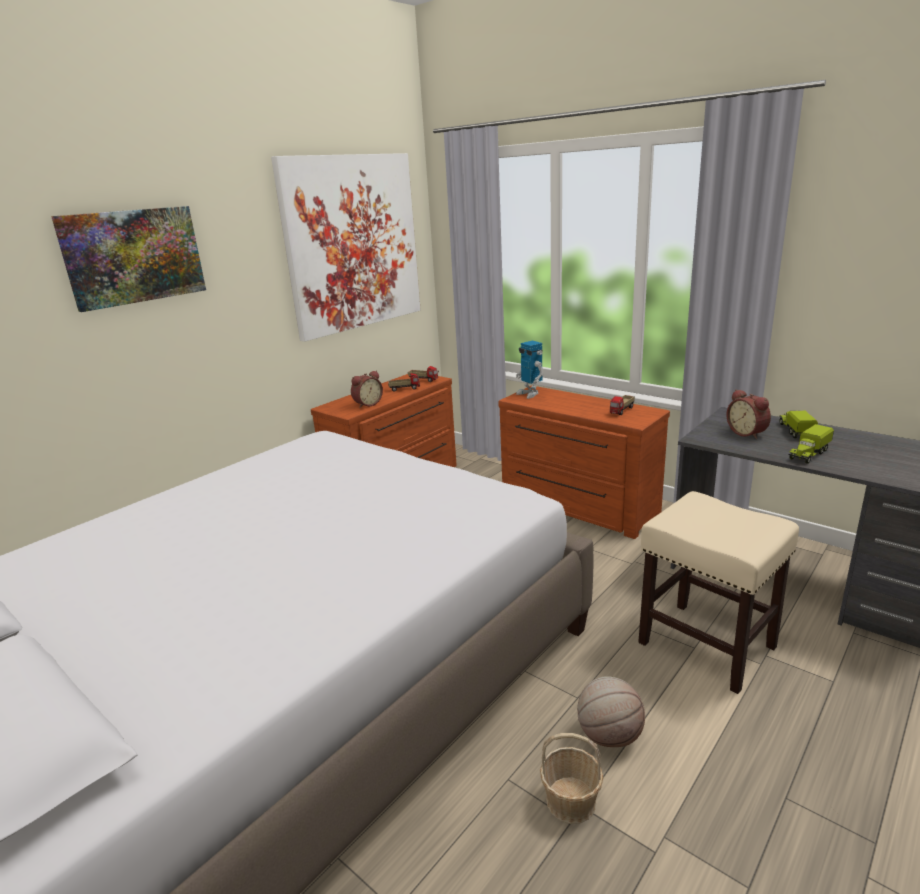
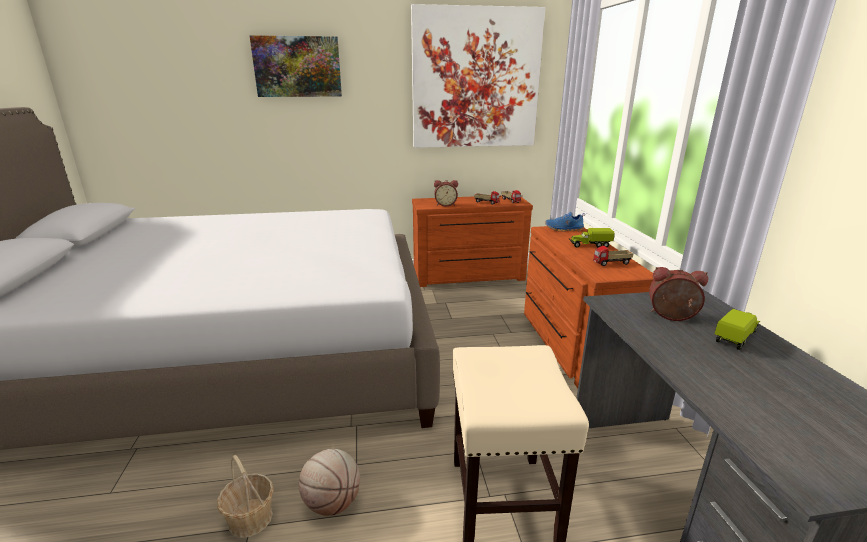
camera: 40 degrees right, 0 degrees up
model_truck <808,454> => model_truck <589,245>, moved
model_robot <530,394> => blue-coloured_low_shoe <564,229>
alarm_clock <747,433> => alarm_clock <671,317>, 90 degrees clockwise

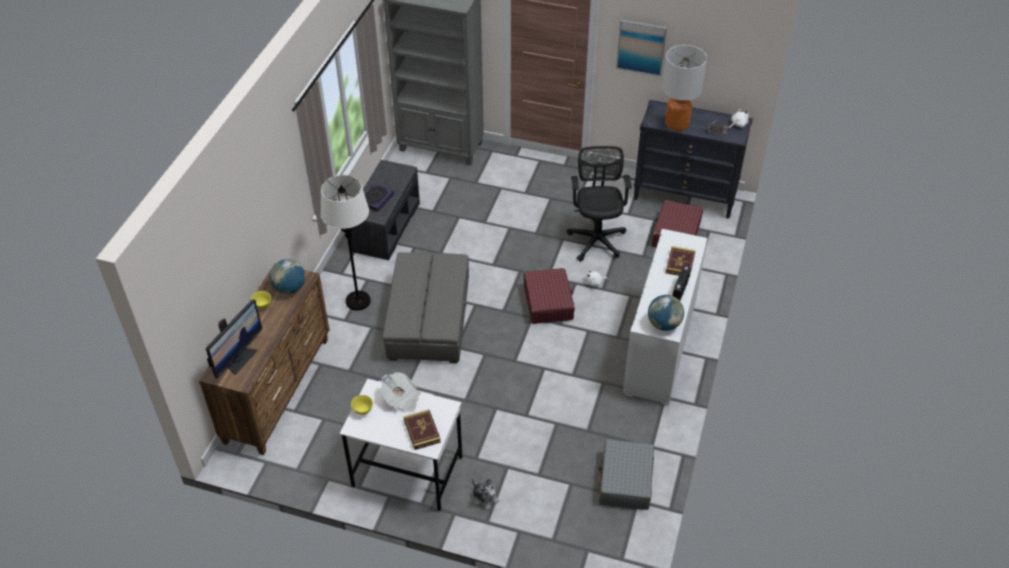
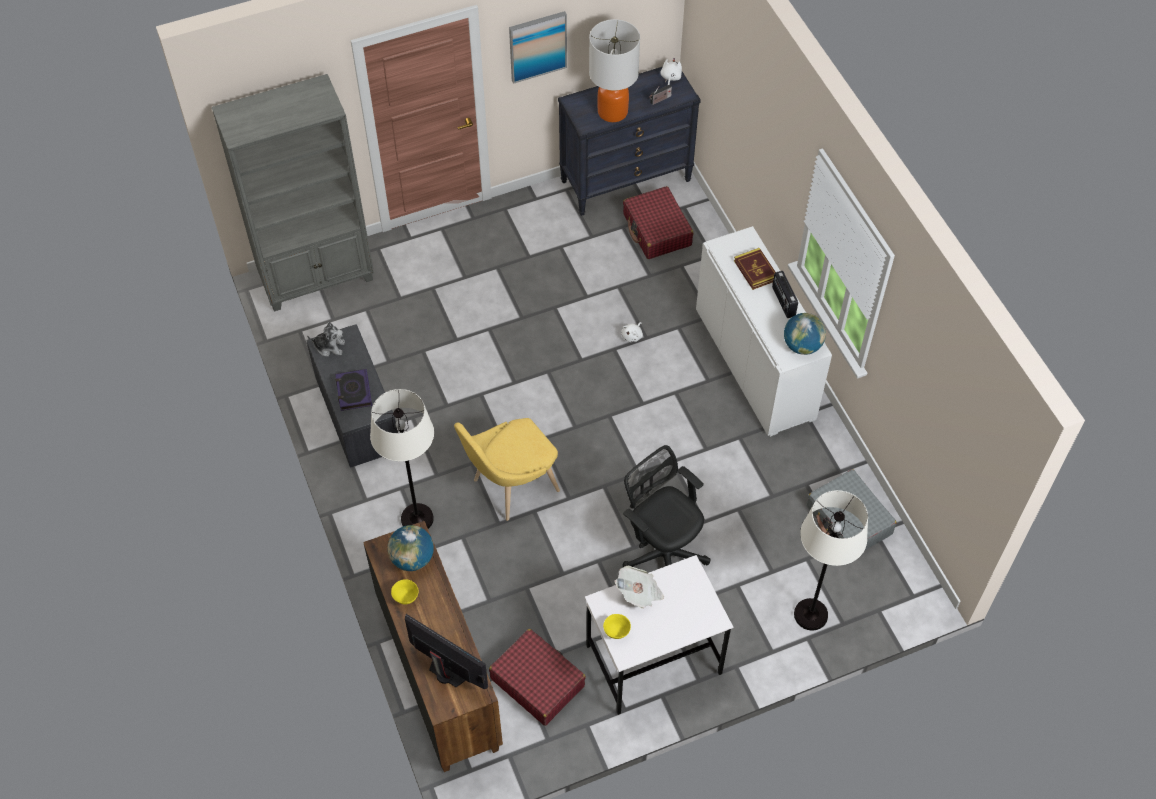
camera: 40 degrees left, 10 degrees up
book <422,431> => nothing
nothing => white-coloured_standing_lamp <810,615>
soft_toy <485,498> => soft_toy <329,346>, moved
red-coloured_suitcase <548,302> => red-coloured_suitcase <537,682>, moved
blackish_computer_chair <597,238> => blackish_computer_chair <662,552>, moved
gray_footrest <428,319> => yellow_upright_chair <510,487>
computer_display <239,359> => computer_display <447,672>, 45 degrees counterclockwise

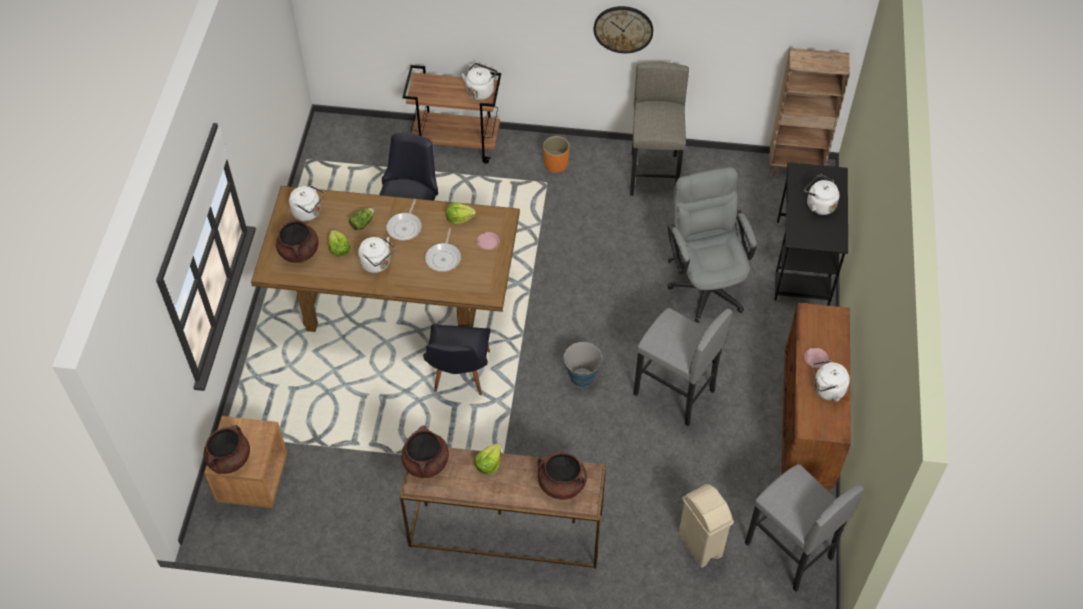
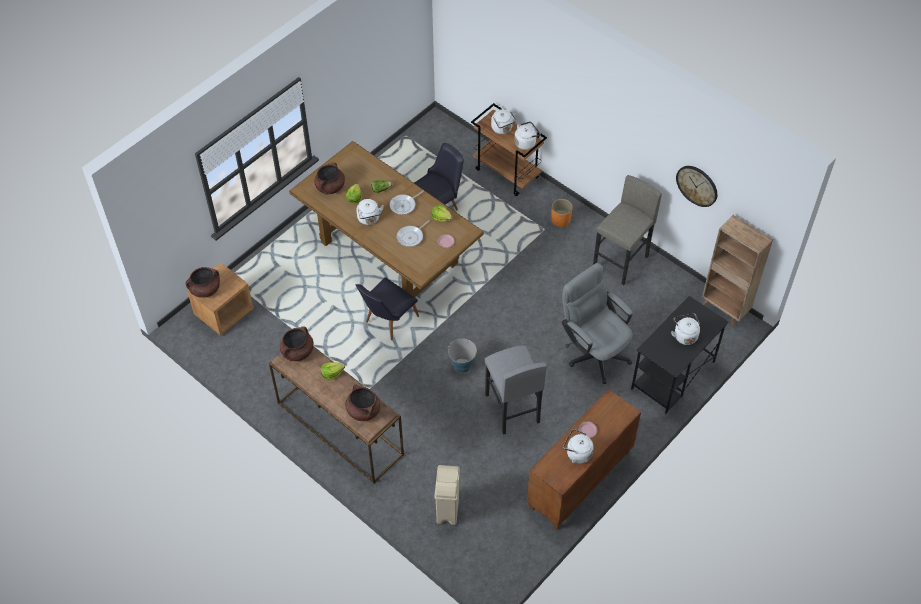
camera: 35 degrees right, 0 degrees up
gray_stool <788,551> => nothing
white-coloured_tea_kettle <308,212> => white-coloured_tea_kettle <503,129>, moved
hanging_clock <623,29> => hanging_clock <697,185>, moved
gray_computer_chair <705,282> => gray_computer_chair <594,351>, 60 degrees counterclockwise

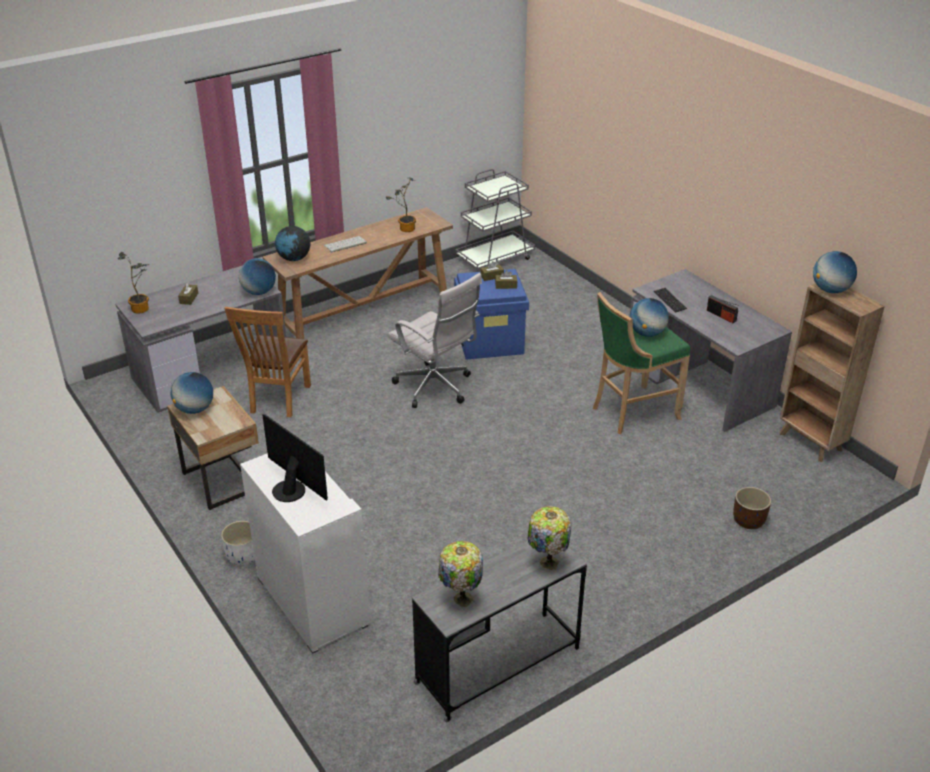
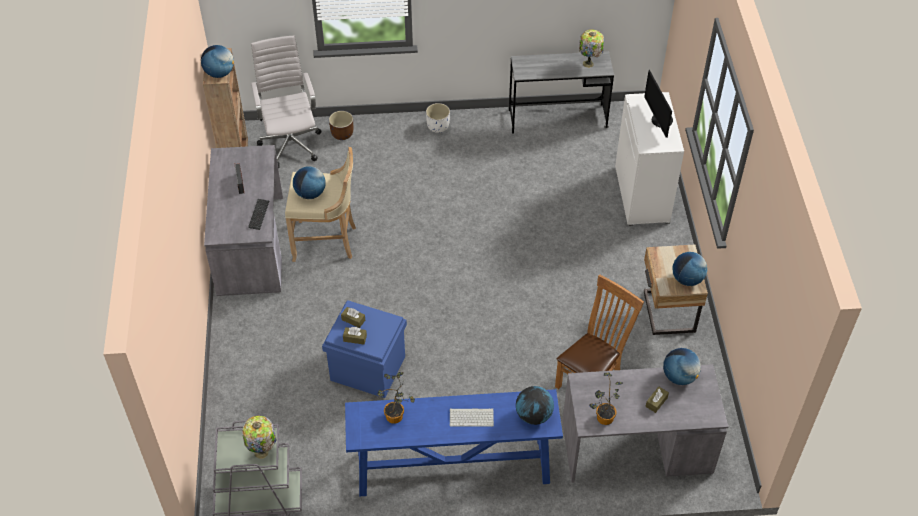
camera: 150 degrees left, 15 degrees up
houseplant <142,308> => houseplant <602,419>, moved
white-coloured_planter <243,556> => white-coloured_planter <438,126>, moved
desk_globe <259,292> => desk_globe <679,376>, moved
white-coloured_computer_chair <436,388> => white-coloured_computer_chair <290,143>, moved
tabletop_lamp <547,563> => tabletop_lamp <262,452>, moved
brownish_narrow_table <365,313> => blue-coloured_narrow_table <452,468>
green-coloured_stool <631,412> => sand-coloured_stool <327,242>

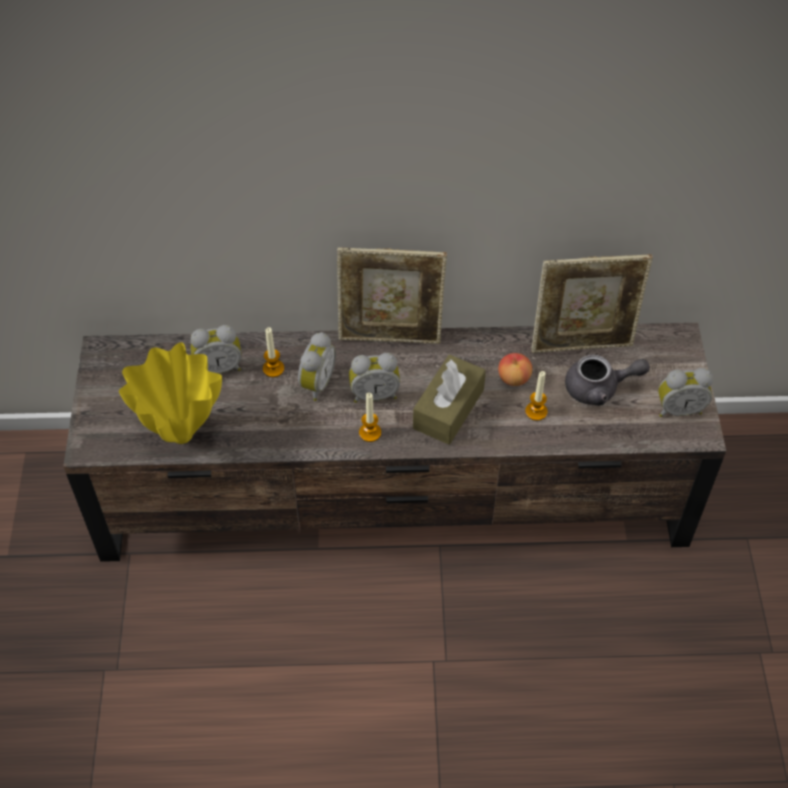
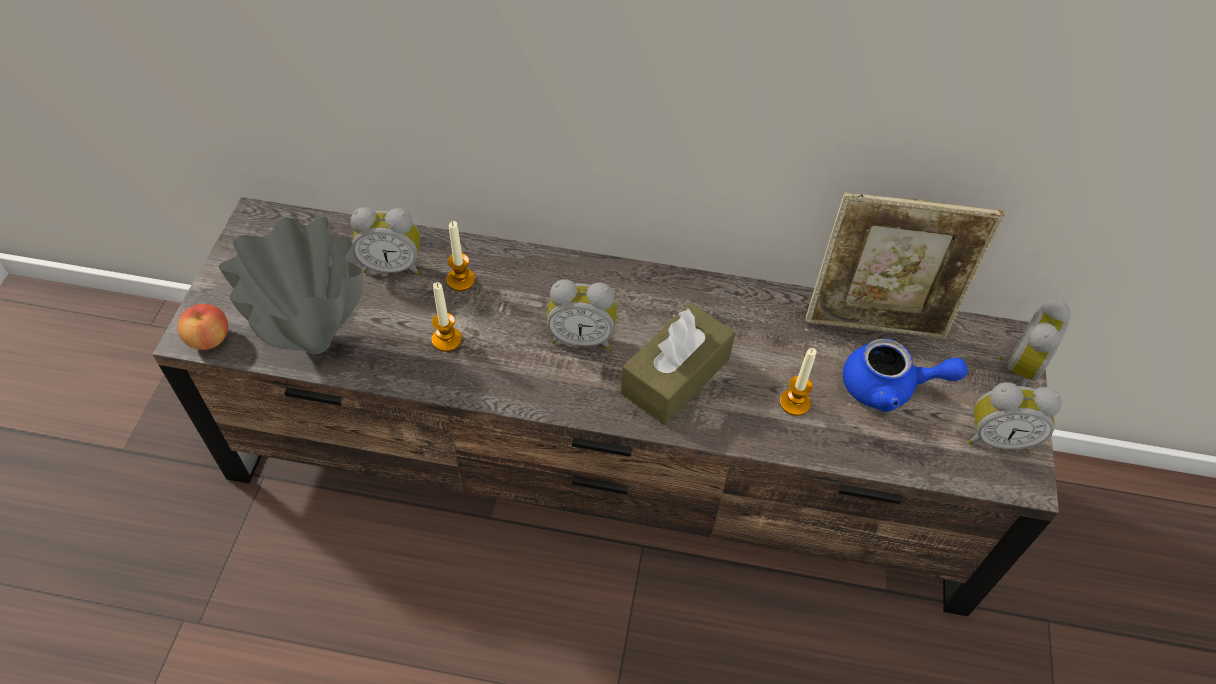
camera: 10 degrees right, 0 degrees up
standing_frame <390,337> => nothing
alarm_clock <315,383> => alarm_clock <1017,367>, moved
candle <370,432> => candle <446,339>, moved
apple <514,378> => apple <209,339>, moved
yellow_vase <182,433> => gray_vase <317,340>
gray_pot_for_tea <599,388> => blue-coloured_pot_for_tea <889,388>

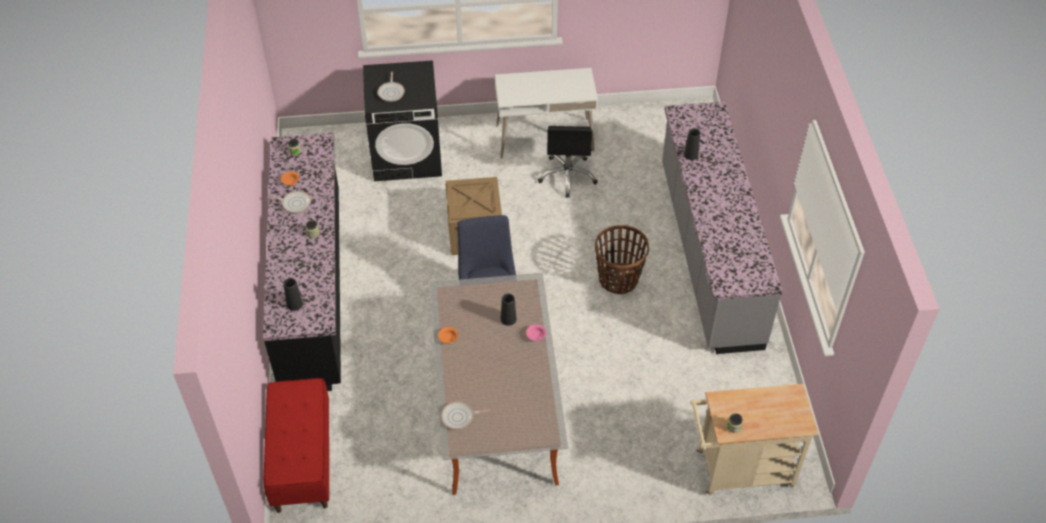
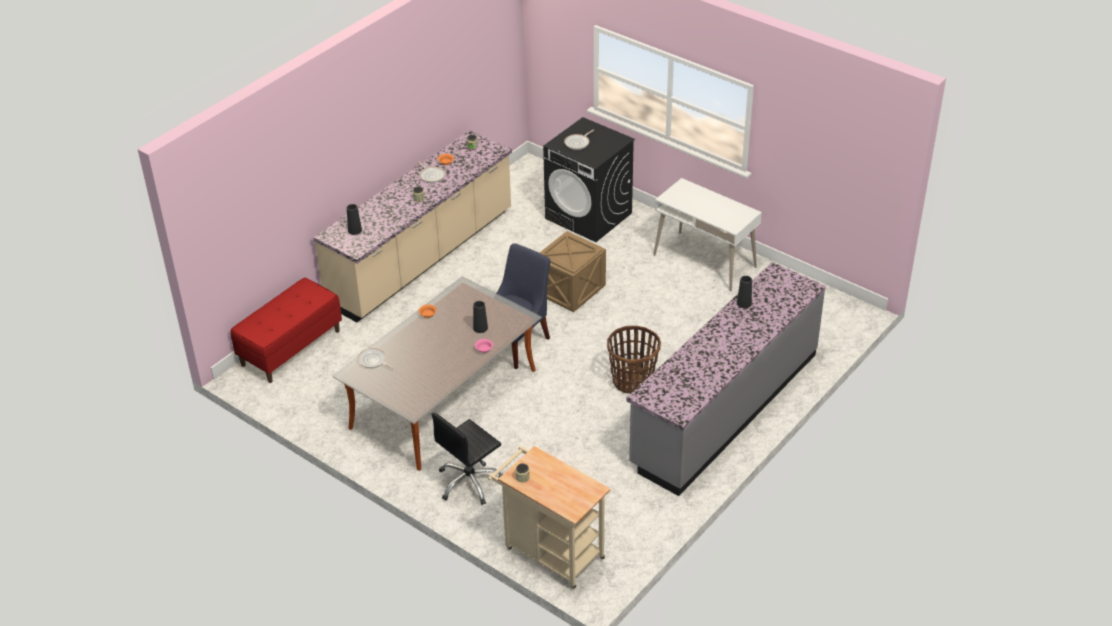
camera: 45 degrees right, 10 degrees down
blackish_computer_chair <568,176> => blackish_computer_chair <470,482>, moved
blackish_counter <313,288> => sand-coloured_counter <422,258>

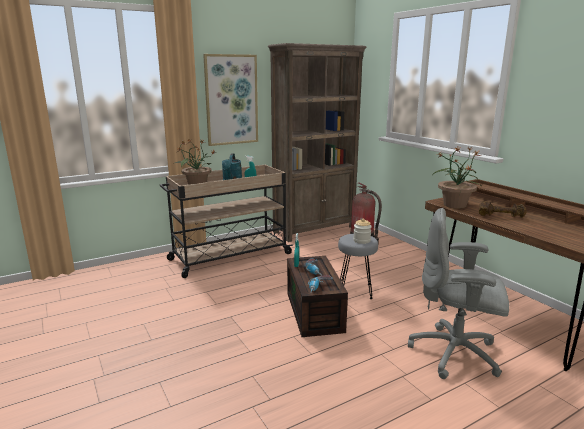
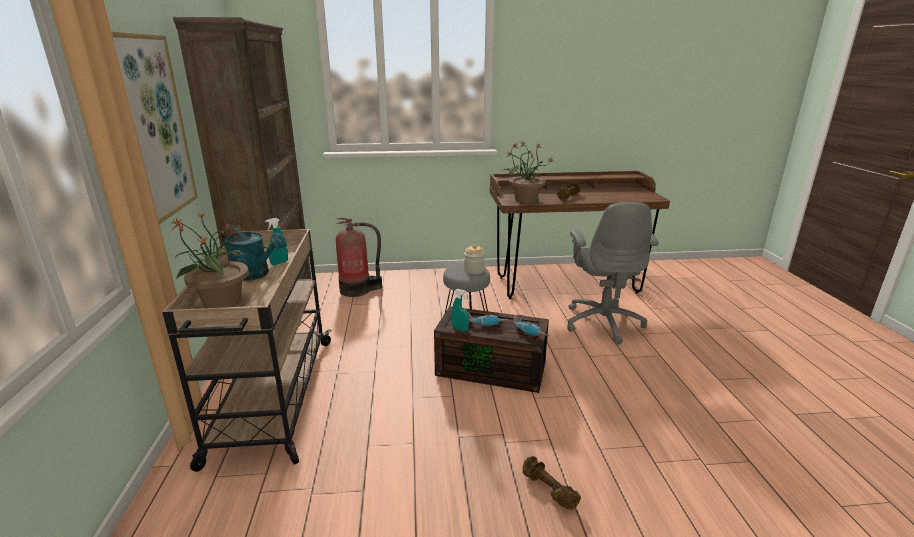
camera: 65 degrees left, 5 degrees up
nothing => brownish_hand_weight <547,490>
gray_computer_chair <456,354> => gray_computer_chair <603,322>, 45 degrees counterclockwise

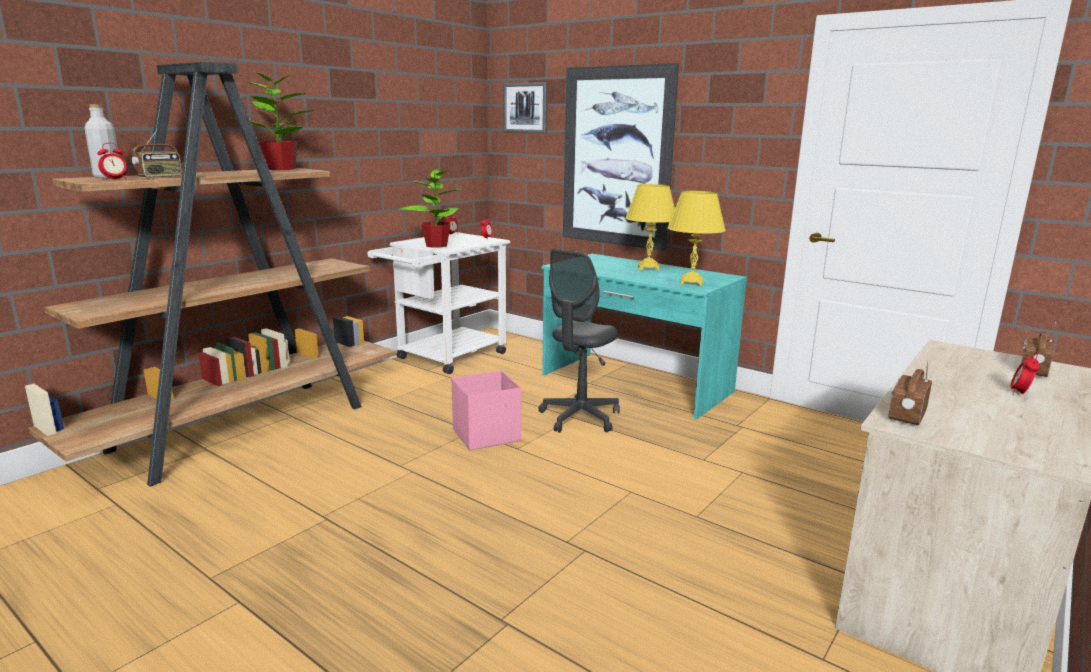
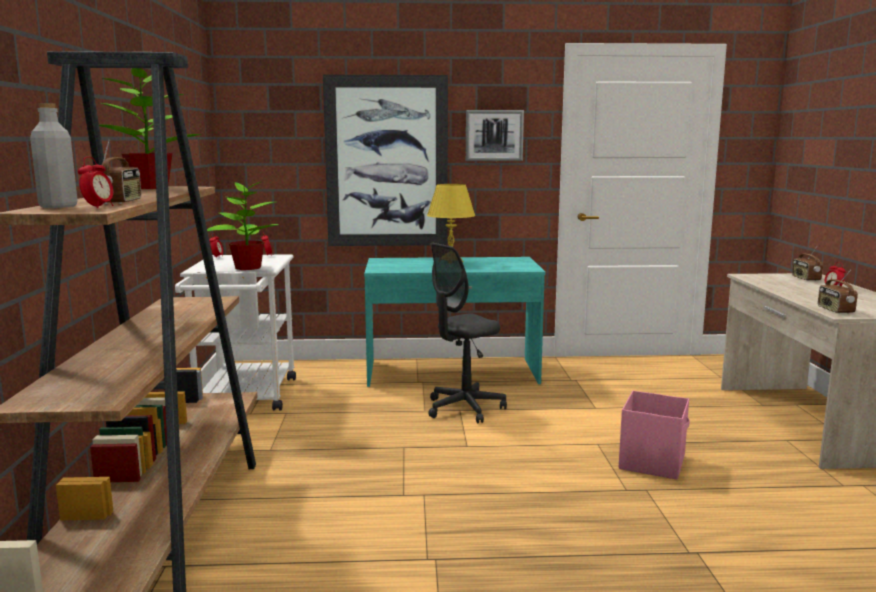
camera: 40 degrees left, 5 degrees down
yellow_tabletop_lamp <691,283> => nothing
pink_storage_box <487,435> => pink_storage_box <653,462>, moved
wall_art <526,108> => wall_art <494,135>, moved
gray_computer_chair <580,417> => gray_computer_chair <464,408>, 60 degrees clockwise

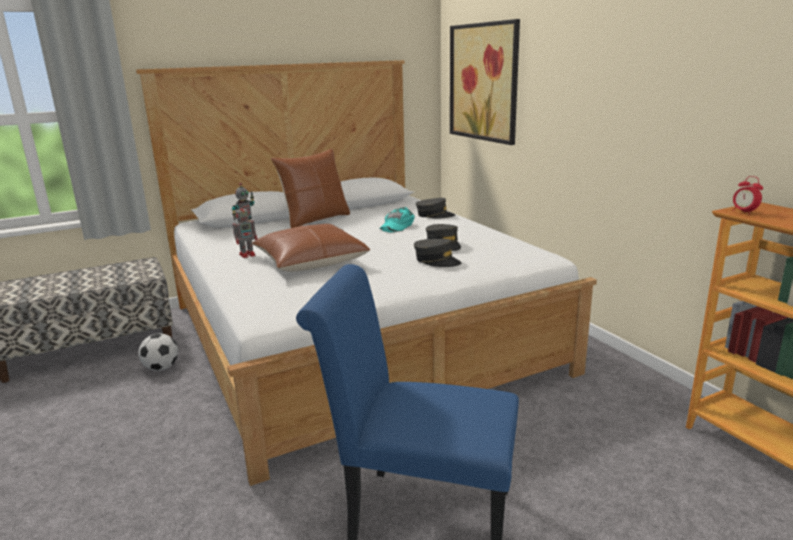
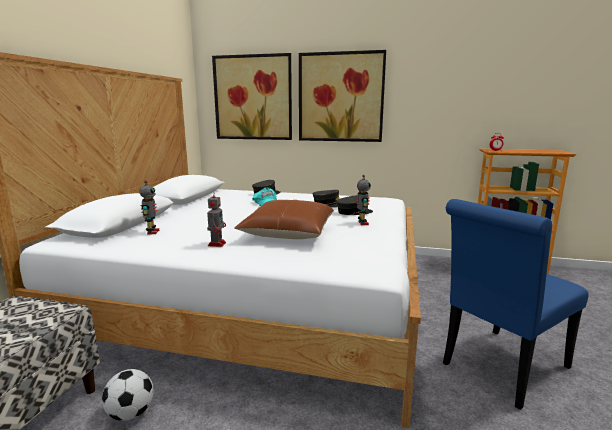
camera: 50 degrees left, 5 degrees down
brownish_pillow <315,220> => nothing
nothing => wall_art <340,97>
nothing => model_robot <362,223>

